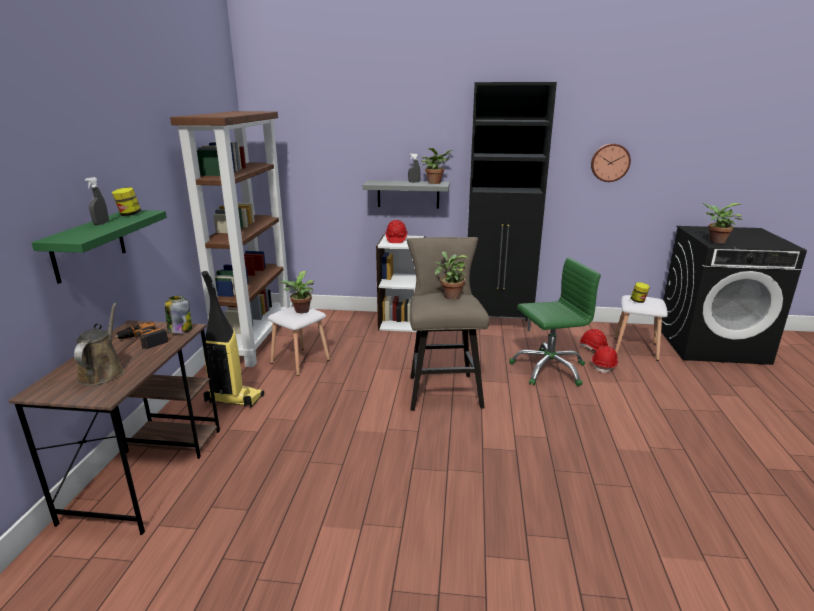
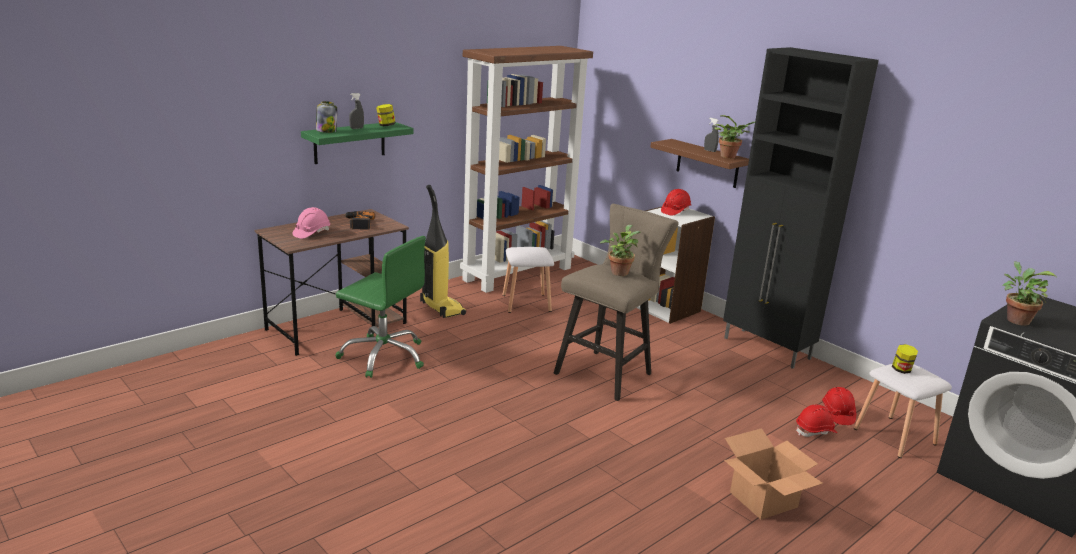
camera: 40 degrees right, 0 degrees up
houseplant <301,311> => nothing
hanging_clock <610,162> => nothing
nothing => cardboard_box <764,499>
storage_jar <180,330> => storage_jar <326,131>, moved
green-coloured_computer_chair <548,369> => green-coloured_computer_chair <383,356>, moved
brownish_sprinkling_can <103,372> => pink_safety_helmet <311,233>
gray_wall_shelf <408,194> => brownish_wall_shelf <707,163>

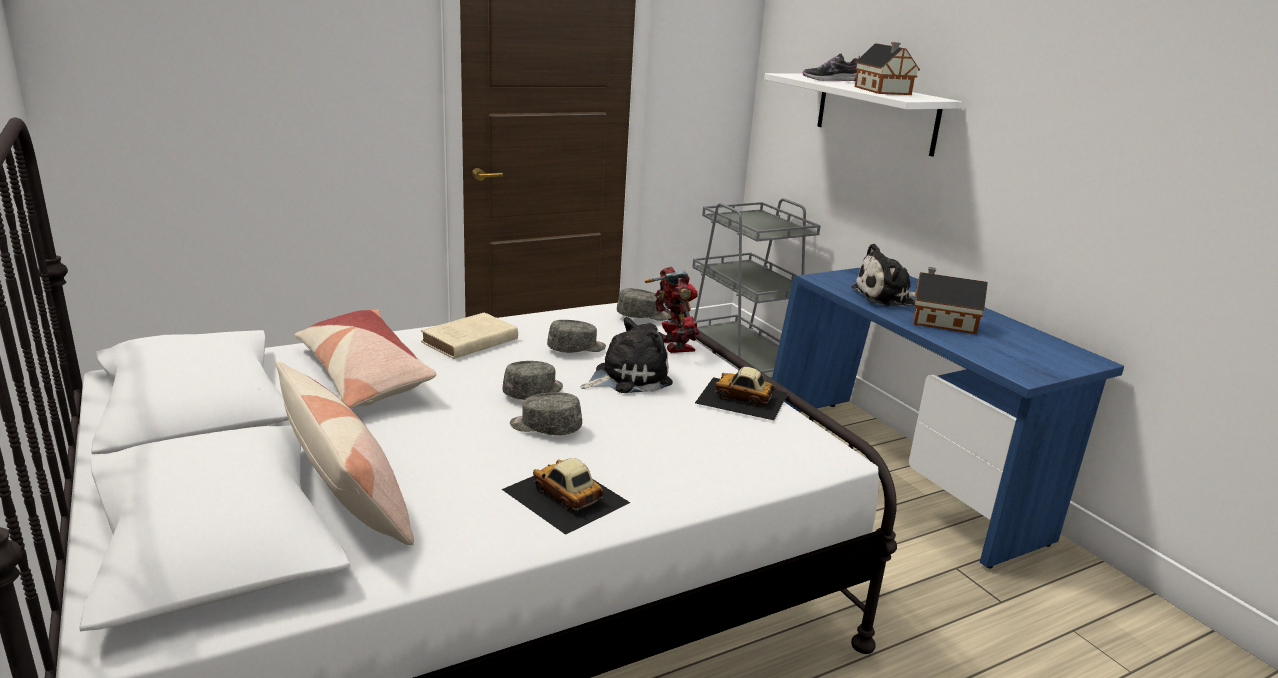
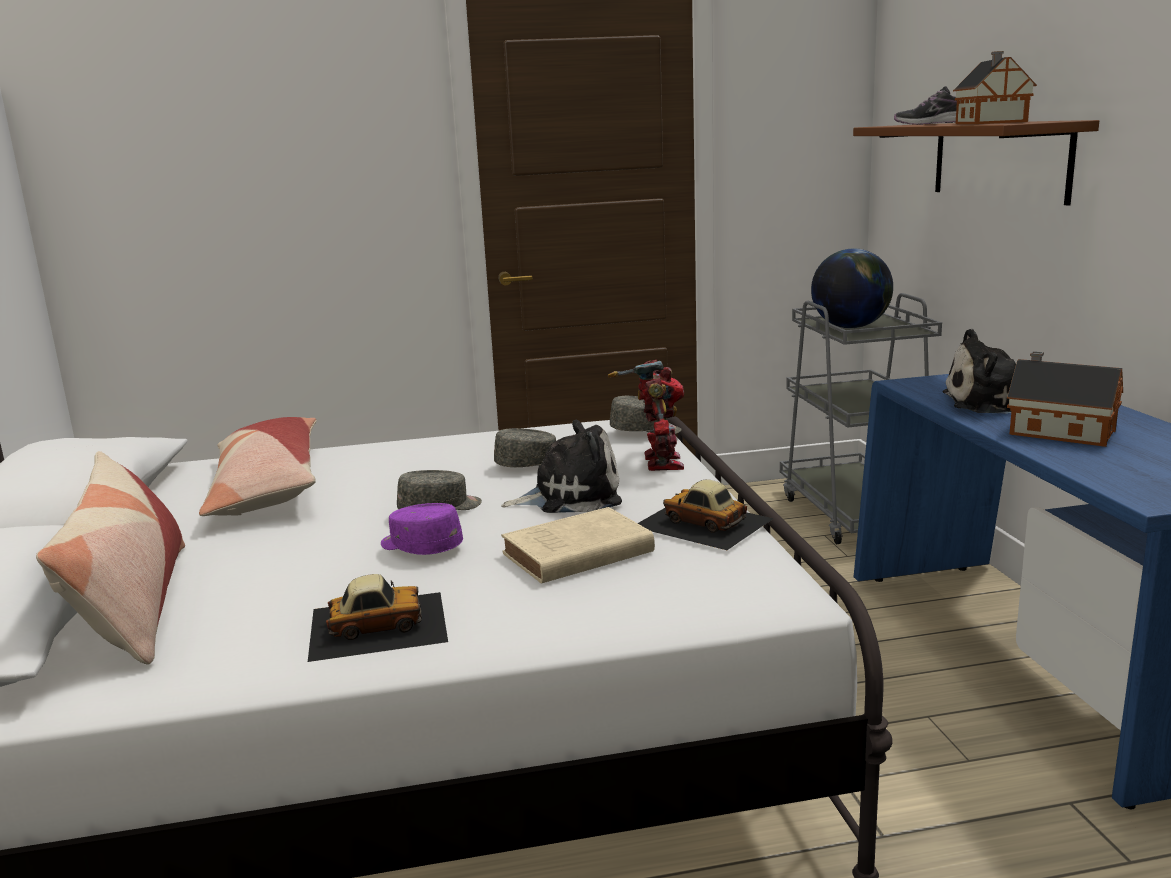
camera: 20 degrees right, 5 degrees down
nothing => desk_globe <850,327>
sand-coloured_book <468,341> => sand-coloured_book <574,554>, moved
gray_peaked_cap <545,427> => purple_peaked_cap <420,547>
white-coloured_wall_shelf <876,113> => brownish_wall_shelf <999,160>
miniature_car <565,496> => miniature_car <377,624>, 105 degrees clockwise

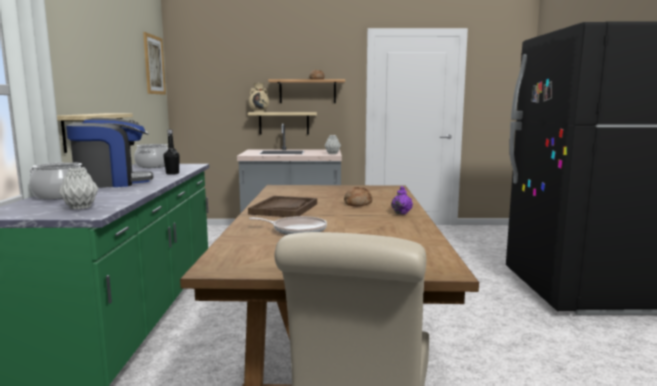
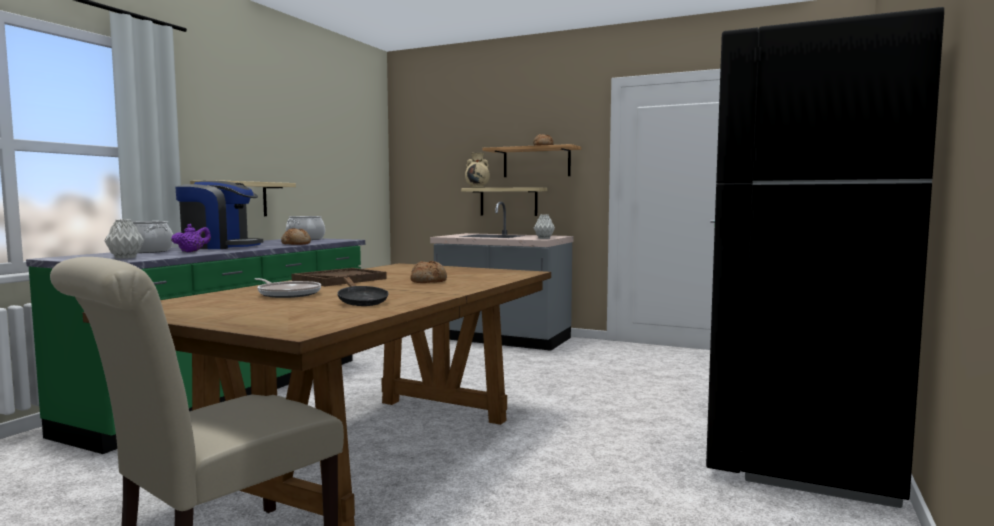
camera: 25 degrees right, 5 degrees down
wall_art <154,65> => nothing
nothing => blackish_frying_pan <361,302>
purple_pot_for_tea <401,213> => purple_pot_for_tea <191,252>, moved
blackish_beverage_bottle <172,173> => bread <296,244>

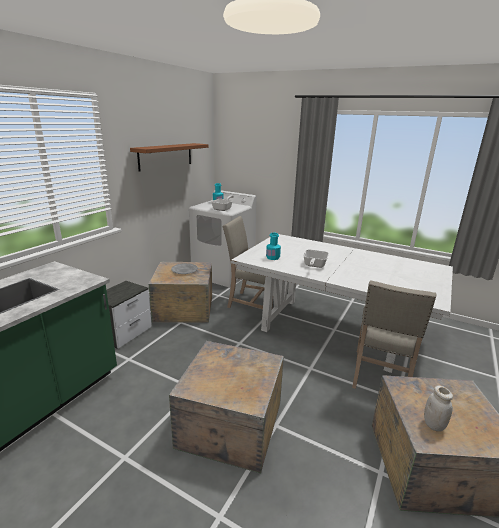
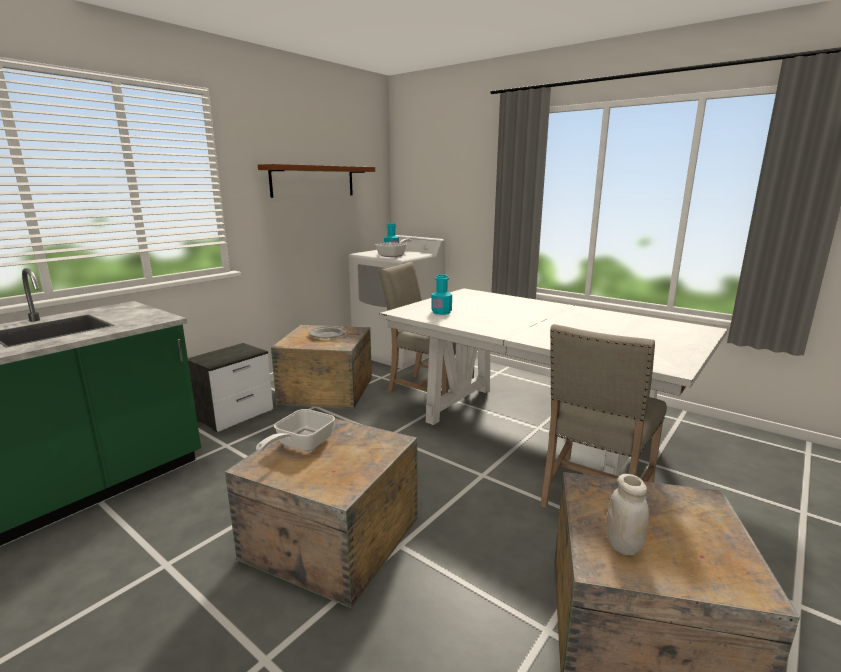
camera: 10 degrees right, 5 degrees down
frying_pan <314,265> => frying_pan <300,445>, moved

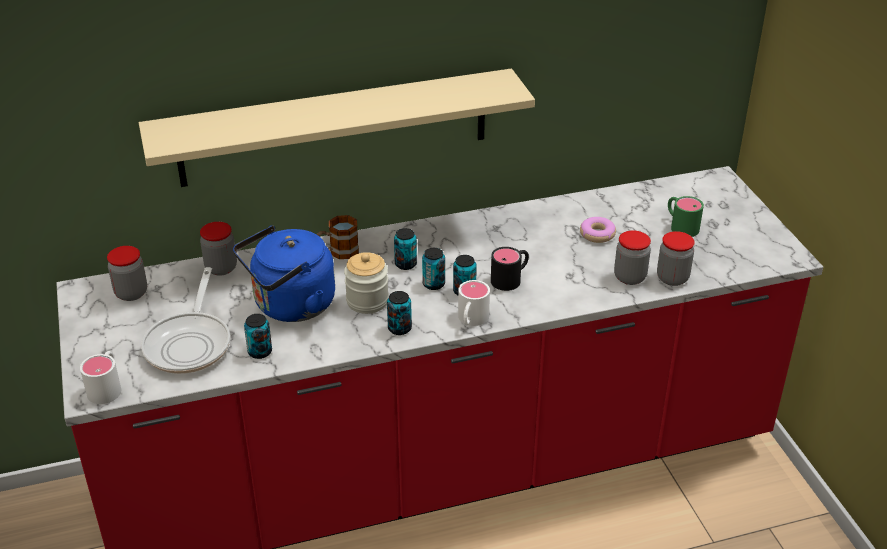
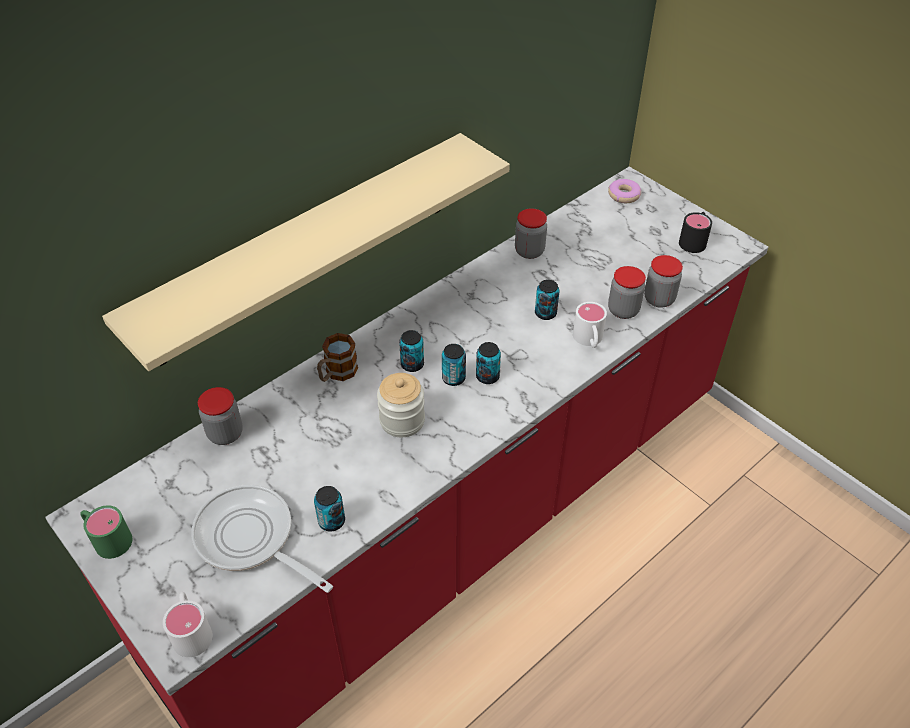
camera: 25 degrees left, 10 degrees up
blue-coloured_tea_kettle <290,306> => nothing
storage_jar <131,293> => storage_jar <529,251>, moved
sealed_can <399,328> => sealed_can <545,313>, moved
white-coloured_coffee_mug <471,320> => white-coloured_coffee_mug <589,340>, moved
blackish_coffee_mug <511,278> => blackish_coffee_mug <694,240>, moved
ring_doughnut <597,234> => ring_doughnut <624,195>, moved
green-coloured_coffee_mug <680,225> => green-coloured_coffee_mug <107,538>, moved
frying_pan <190,343> => frying_pan <250,539>, 150 degrees clockwise

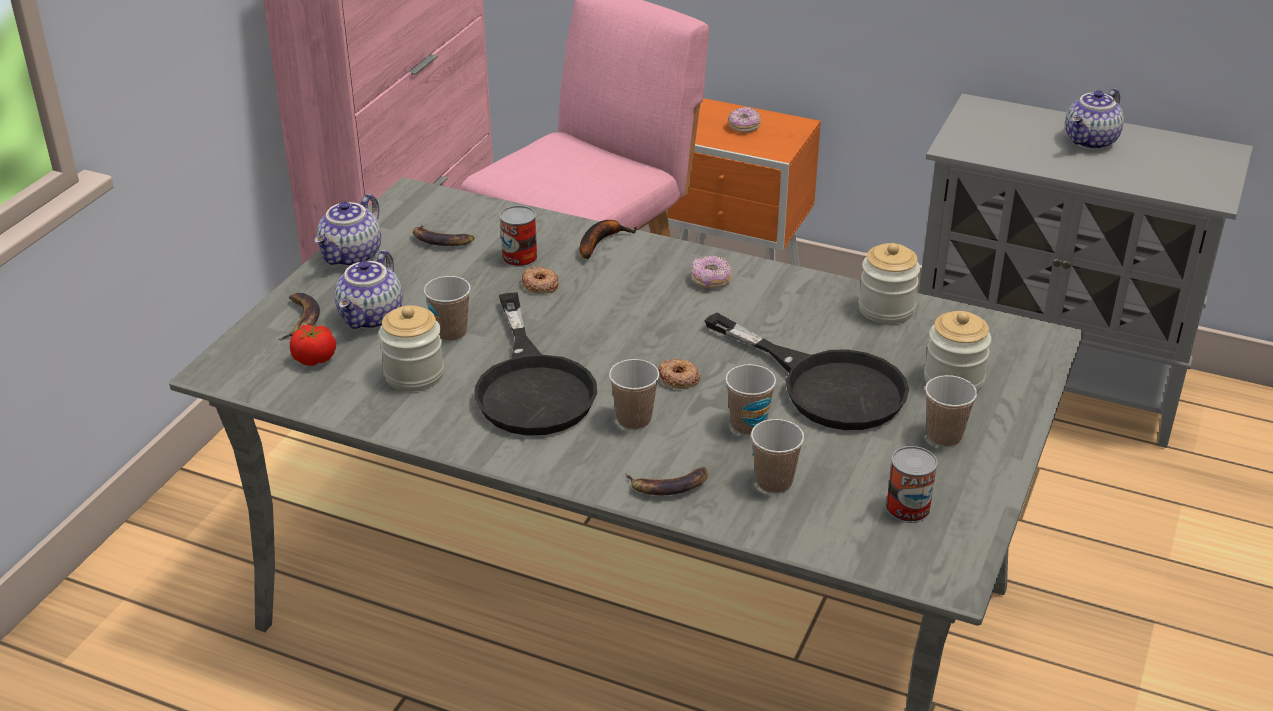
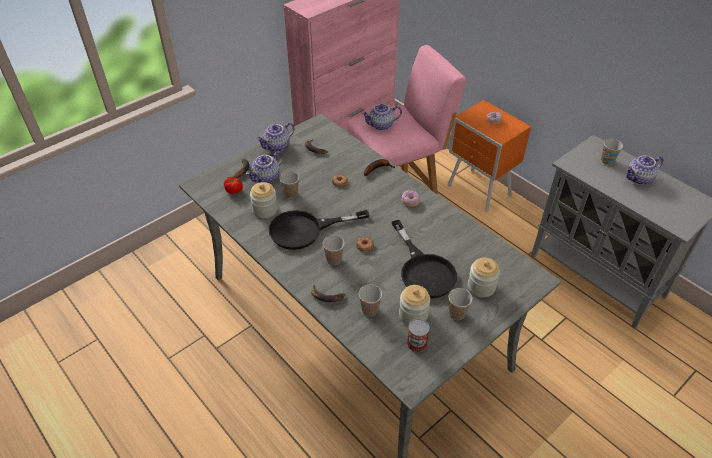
camera: 25 degrees right, 10 degrees up
sealed_can <519,257> => nothing
nothing => pot_for_tea <381,126>
drinking_cup <748,425> => drinking_cup <607,161>, moved
storage_jar <886,309> => storage_jar <413,315>, moved
blackish_frying_pan <532,386> => blackish_frying_pan <305,230>, 60 degrees clockwise

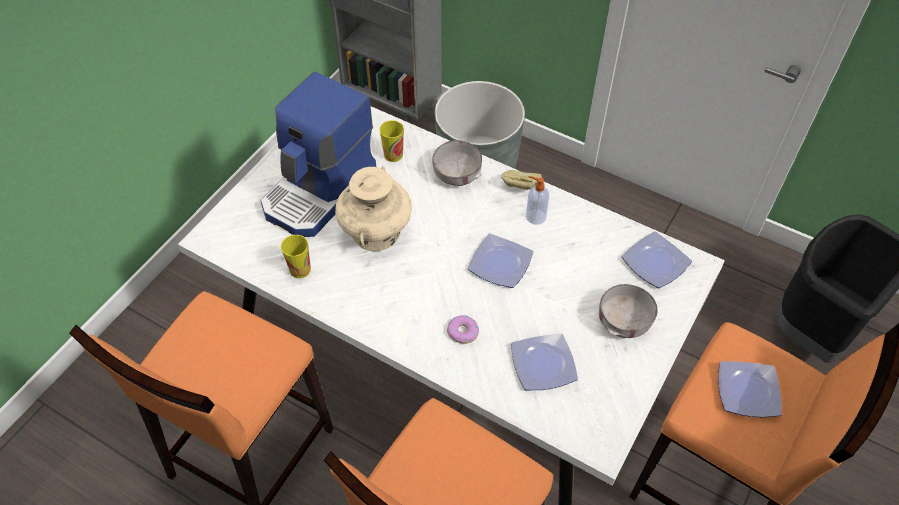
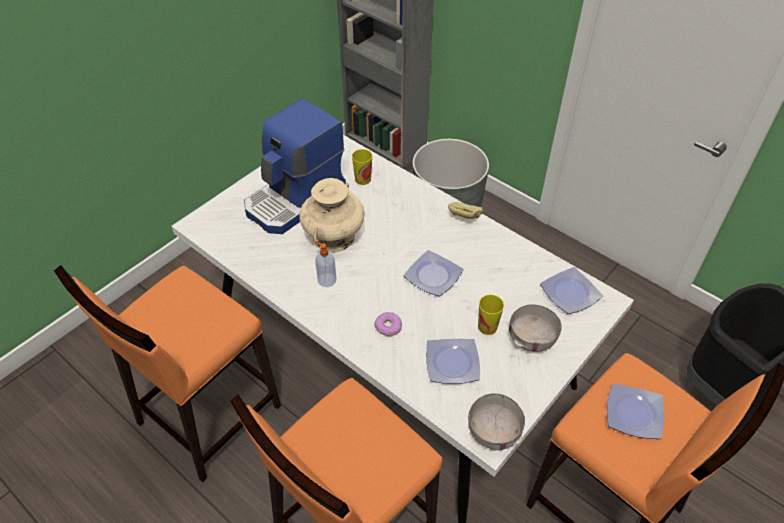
camera: 10 degrees right, 5 degrees down
drinking_cup <300,269> => drinking_cup <487,327>, moved
gray_serving_bowl <456,173> => gray_serving_bowl <493,430>, moved
soap_bottle <535,216> => soap_bottle <326,280>, moved

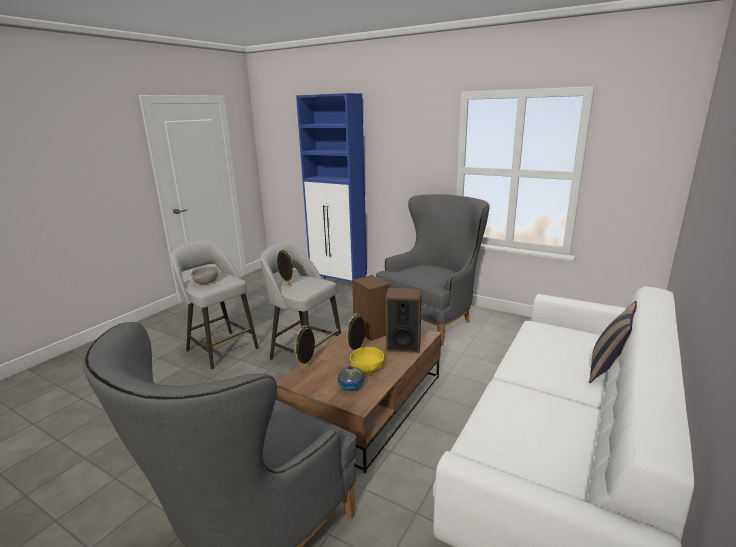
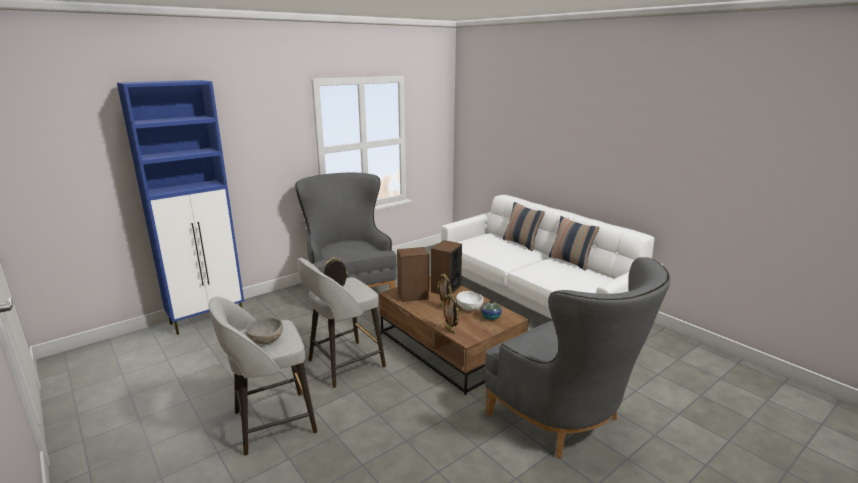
camera: 70 degrees left, 0 degrees up
nothing => pillow <570,261>
yellow_serving_bowl <367,368> => white-coloured_serving_bowl <469,307>

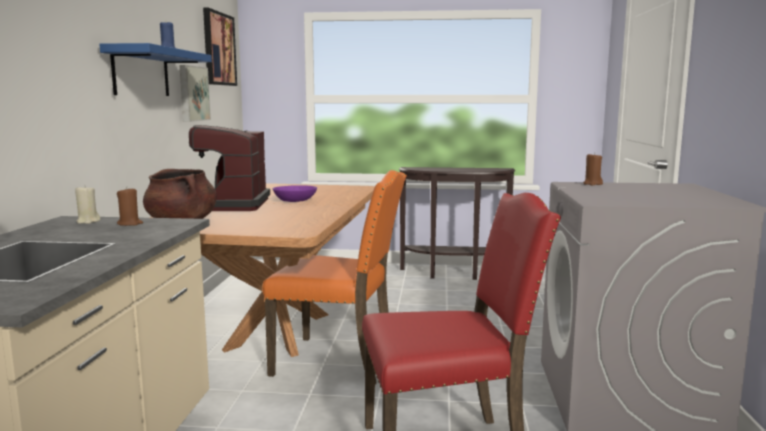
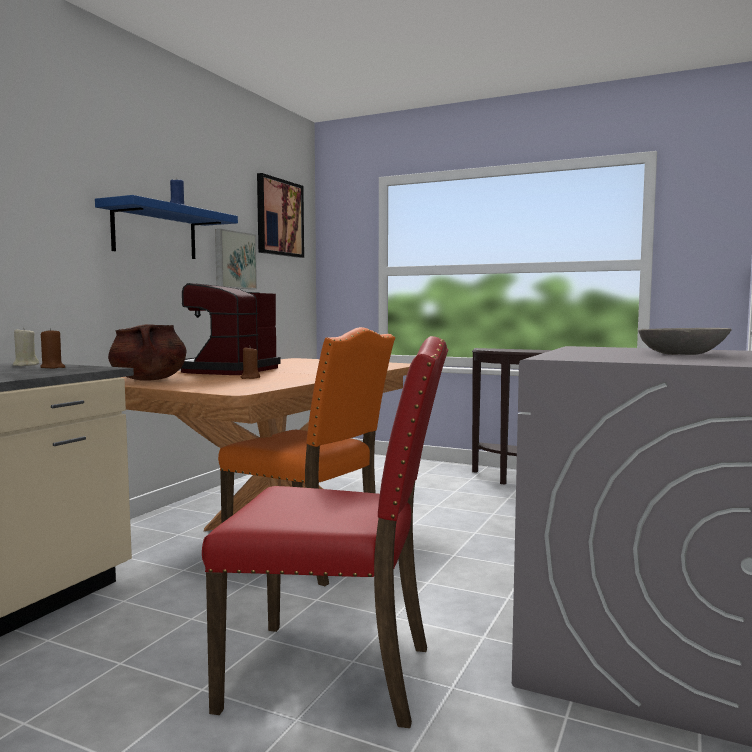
camera: 20 degrees right, 5 degrees down
purple_serving_bowl <295,200> => nothing
nothing => gray_serving_bowl <682,354>
brownish_candle <592,184> => brownish_candle <250,378>, moved

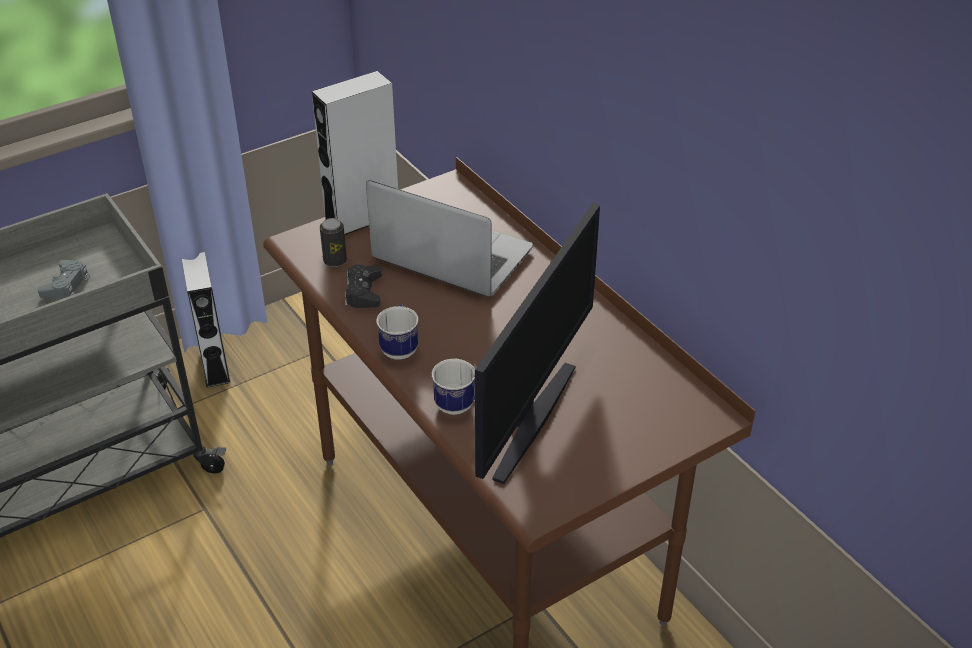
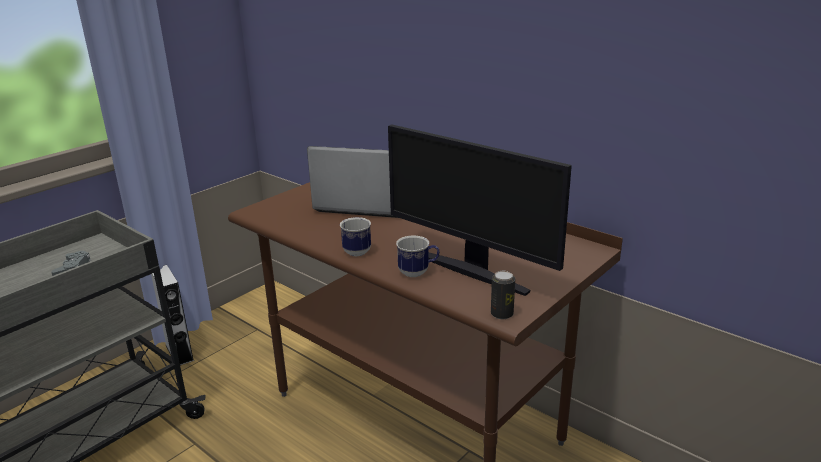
camera: 15 degrees left, 15 degrees down
gray_loudspeaker <362,218> => nothing
blackish_game_controller <363,292> => nothing
sealed_can <335,261> => sealed_can <502,314>, moved
computer_display <530,419> => computer_display <472,271>, 120 degrees clockwise

